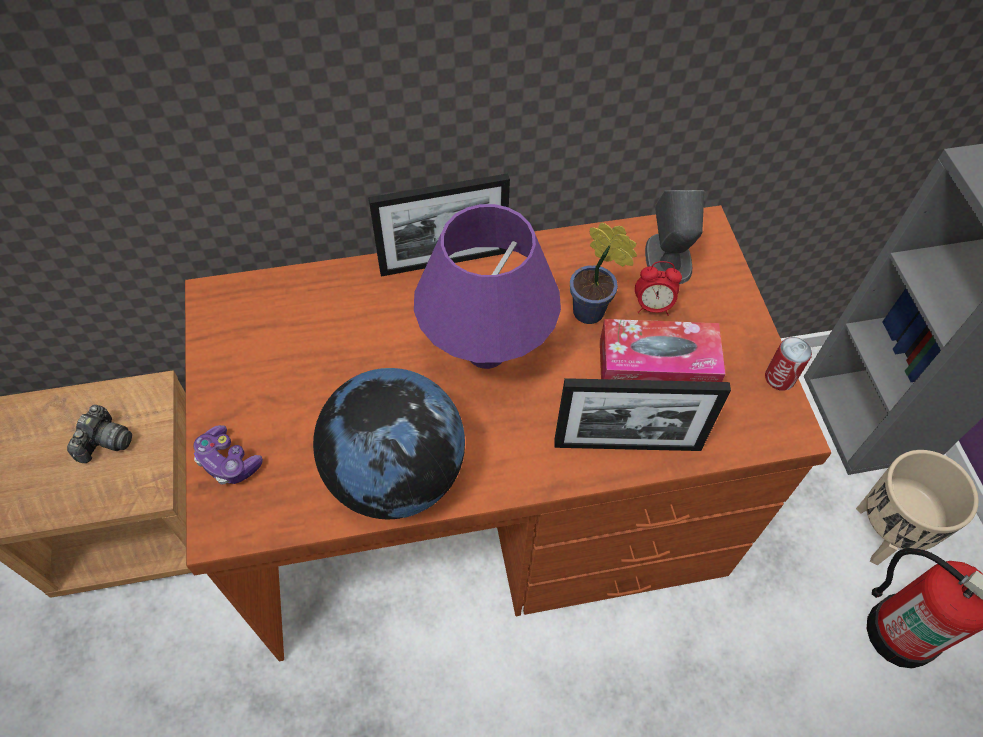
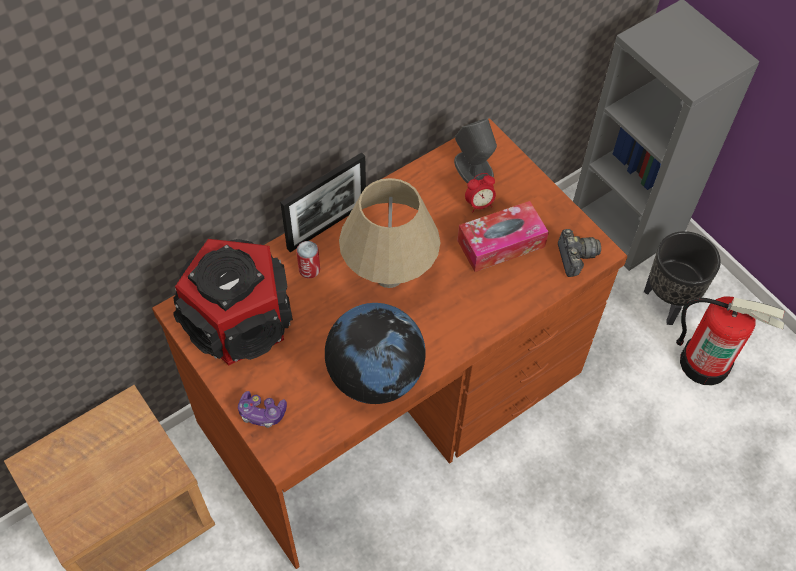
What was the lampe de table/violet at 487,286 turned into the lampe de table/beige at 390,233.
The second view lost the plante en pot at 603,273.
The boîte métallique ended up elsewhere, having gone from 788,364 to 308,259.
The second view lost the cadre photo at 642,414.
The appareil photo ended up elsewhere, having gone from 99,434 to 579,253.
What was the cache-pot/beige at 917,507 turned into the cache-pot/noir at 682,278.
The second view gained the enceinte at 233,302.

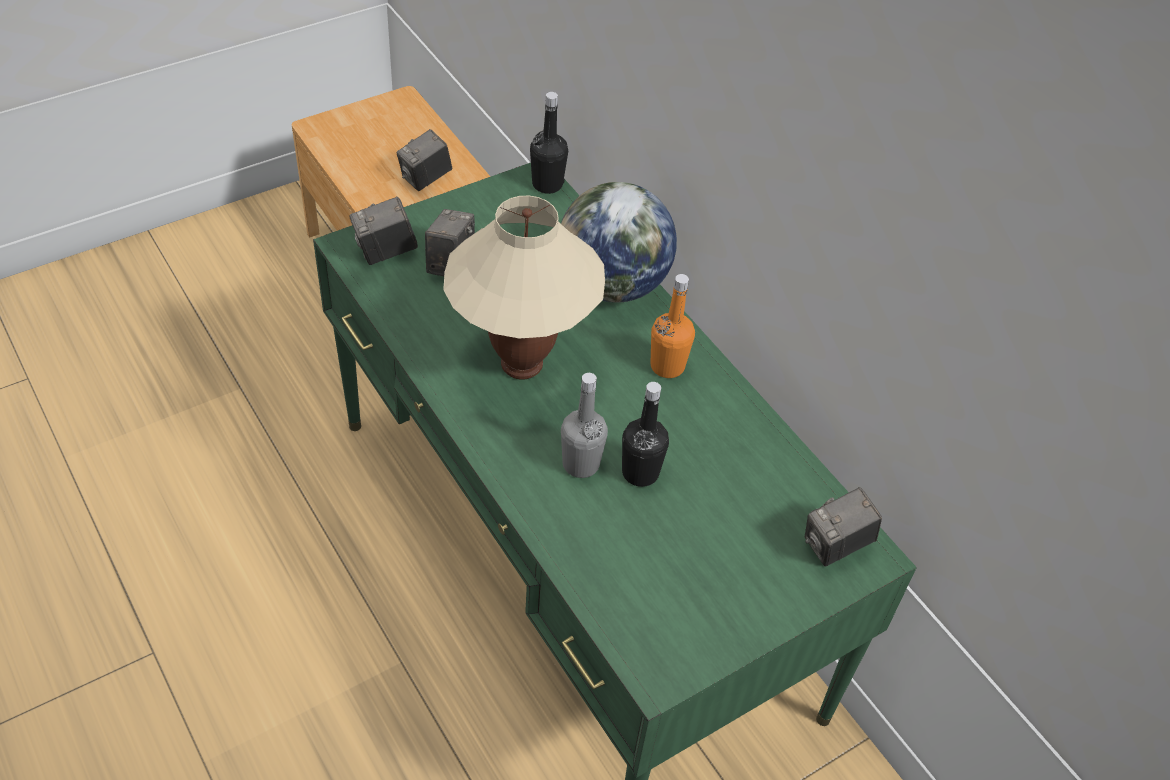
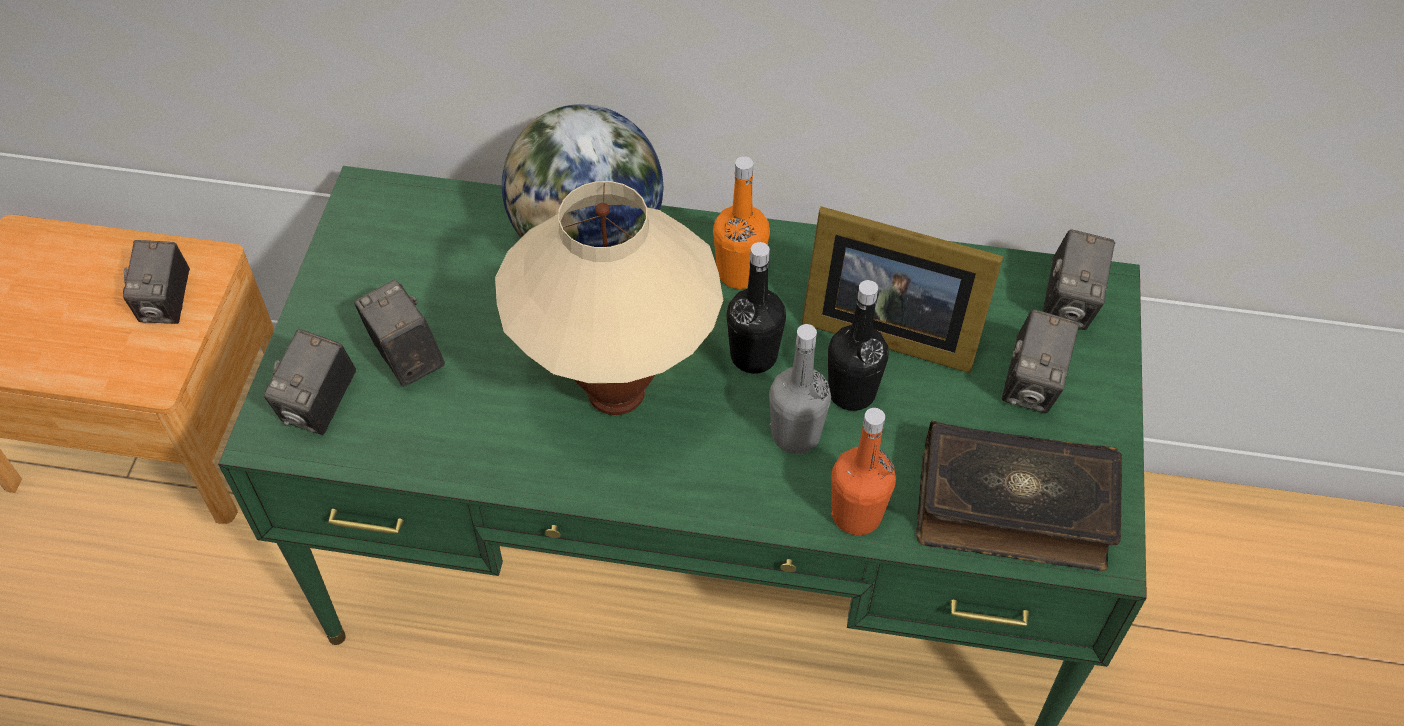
The bouteille/noir ended up elsewhere, having gone from 549,143 to 756,308.
The second view gained the cadre photo at 902,289.
The second view gained the appareil photo at 1041,361.
The second view gained the bouteille/orange at 863,471.
The second view gained the livre at 1019,495.

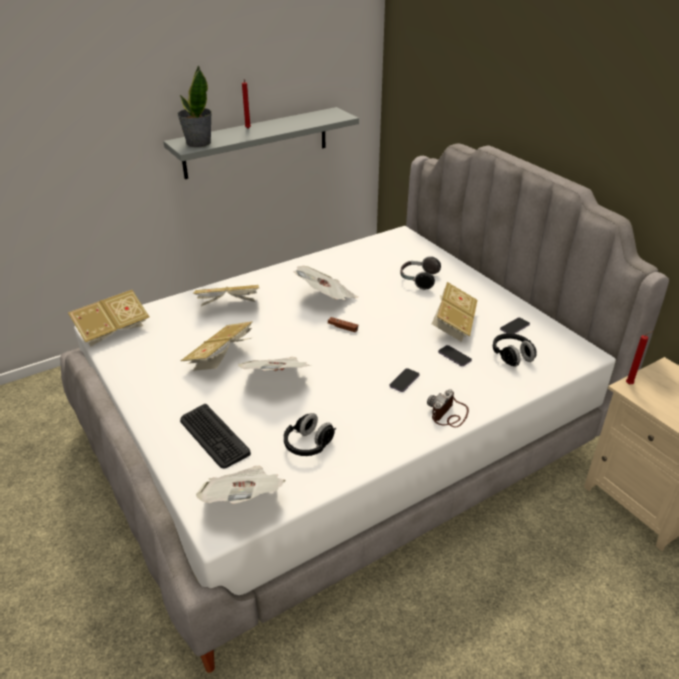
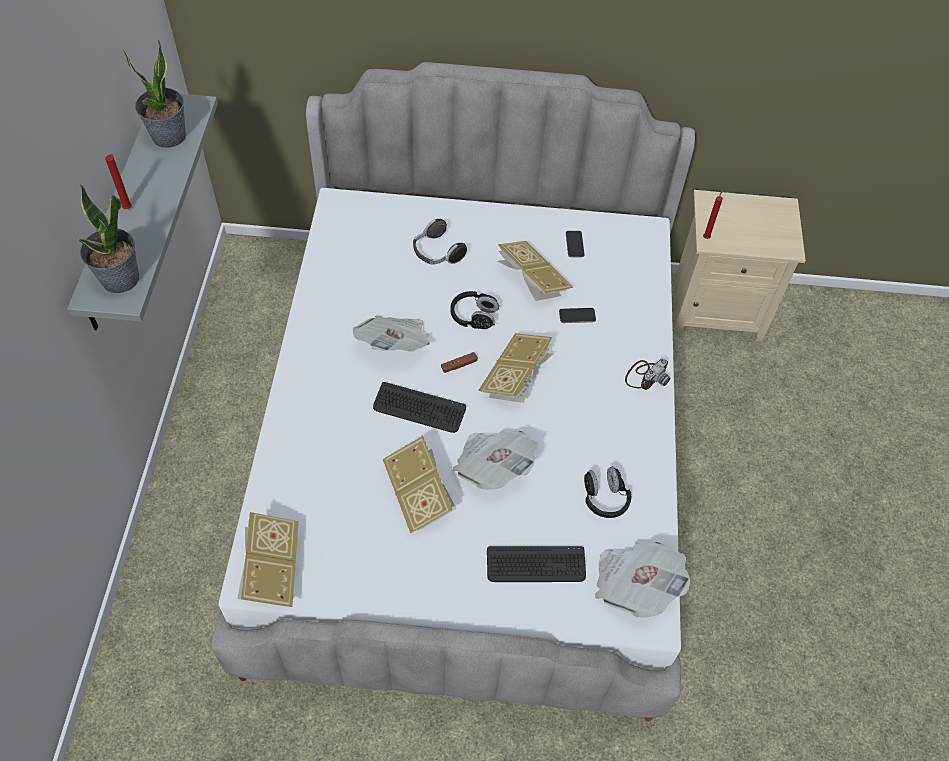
The livre ended up elsewhere, having gone from 226,296 to 515,368.
The casque audio/noir ended up elsewhere, having gone from 515,350 to 474,310.
The second view lost the téléphone at 404,380.
The appareil photo at 448,408 ended up facing another way, 120 degrees counterclockwise from before.
The second view gained the plante en pot at 154,94.
The second view gained the clavier at 419,407.

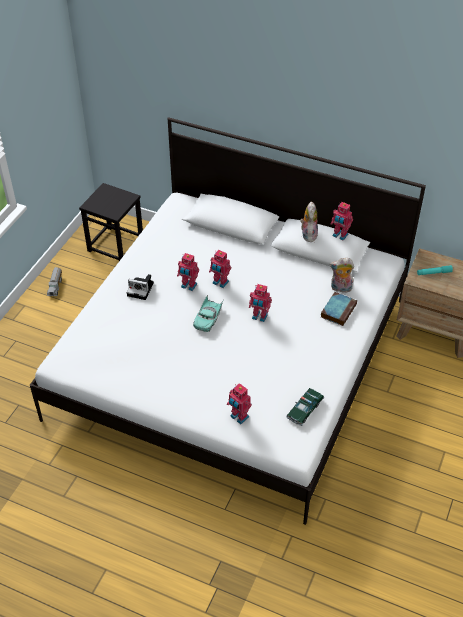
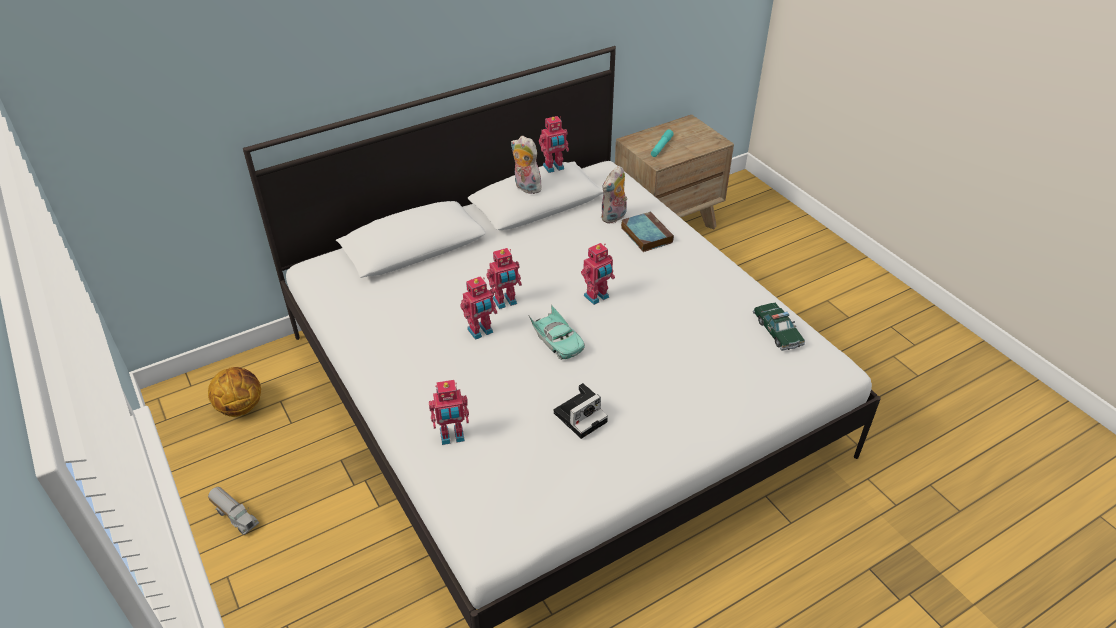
Where the tabouret/noir stood at 111,222, the ballon de basket came to stand at 234,392.
The appareil photo ended up elsewhere, having gone from 140,287 to 581,411.
The robot jouet ended up elsewhere, having gone from 239,403 to 449,412.

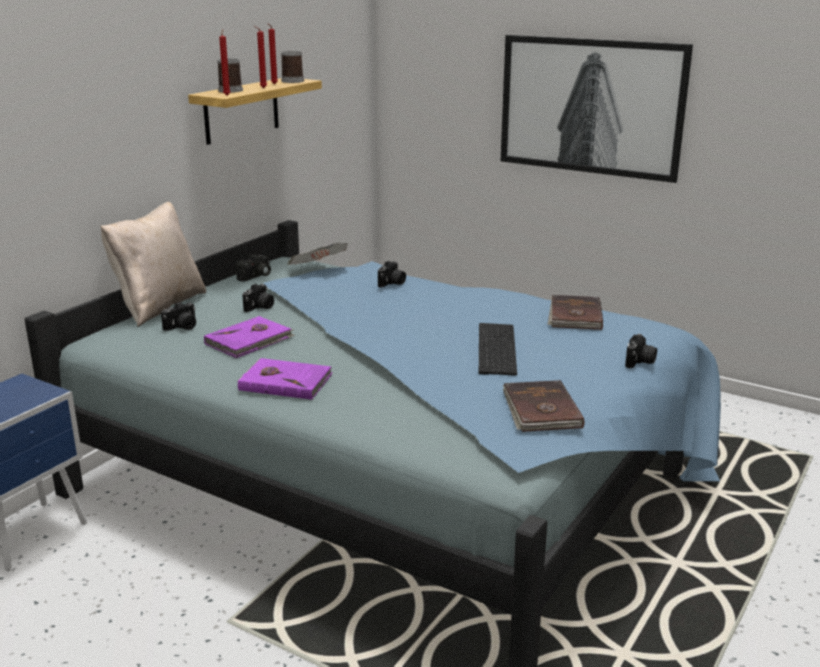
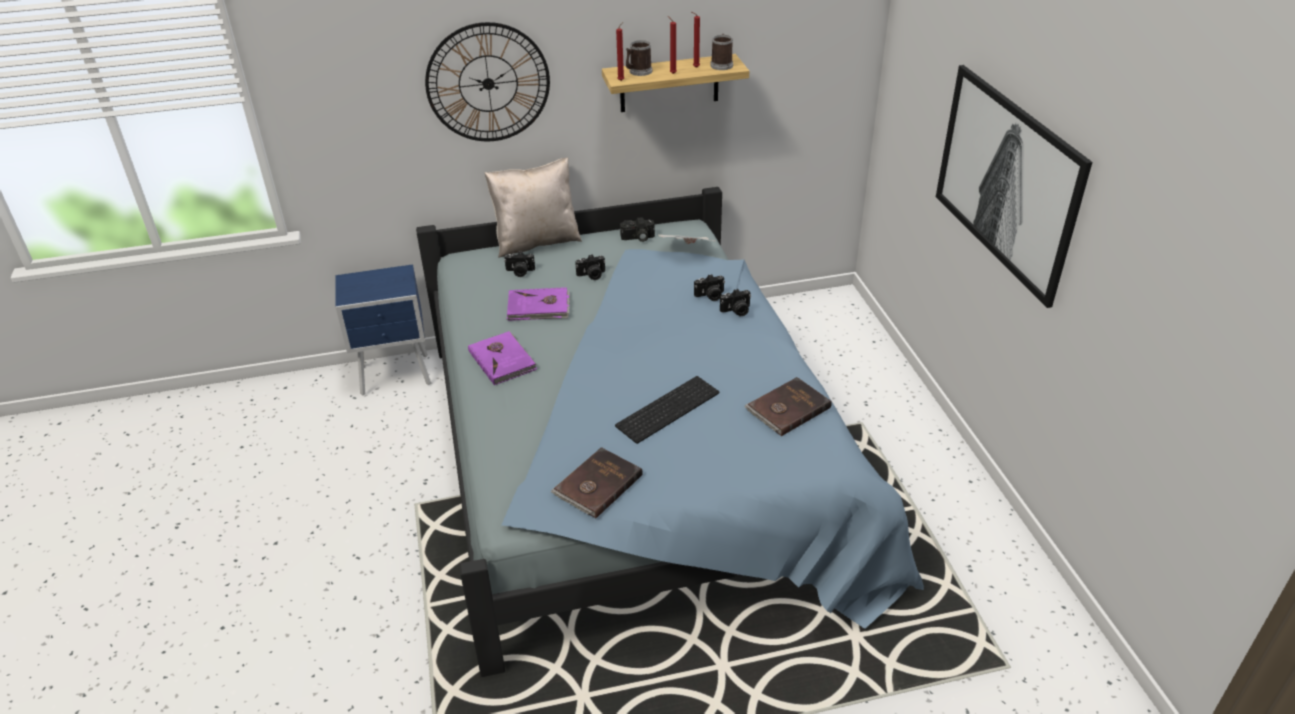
The appareil photo ended up elsewhere, having gone from 641,351 to 735,302.
The second view gained the horloge murale at 487,81.

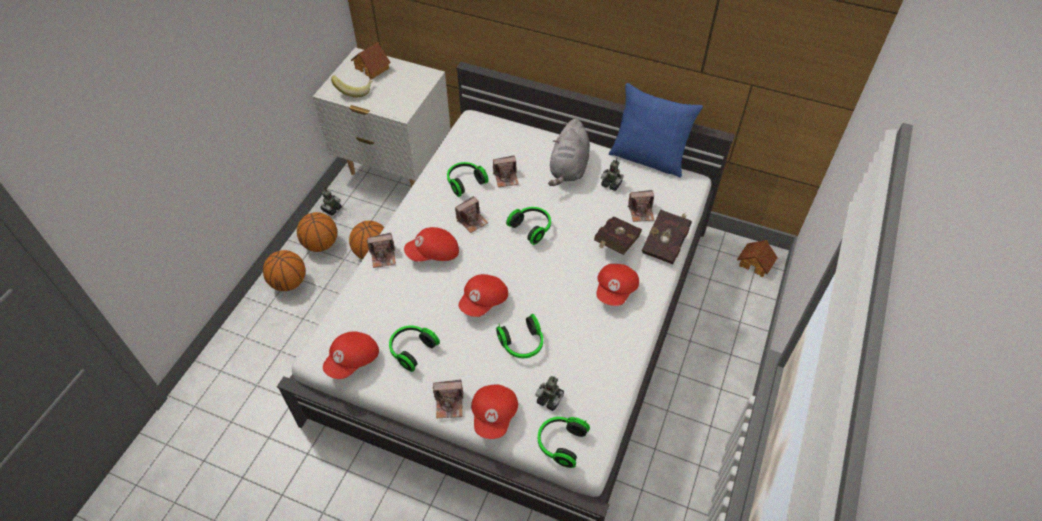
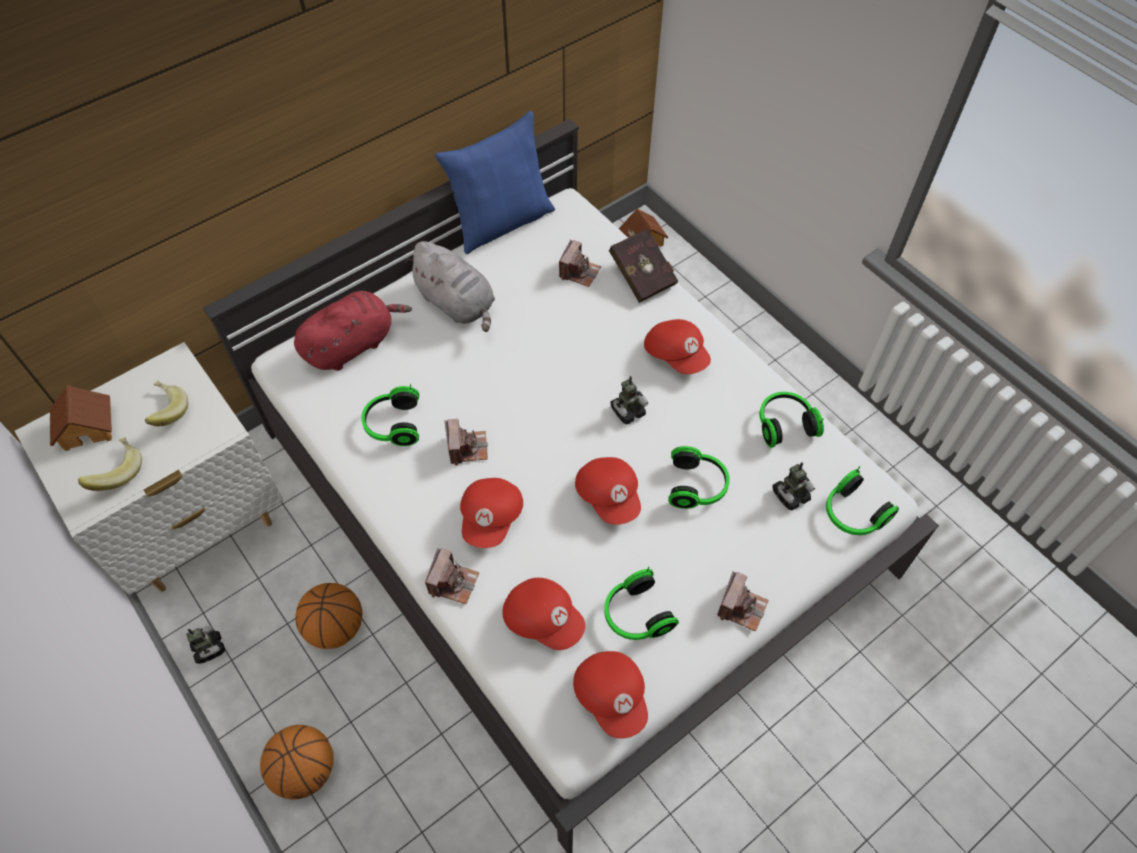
The second view lost the appareil photo at 506,171.
The robot jouet ended up elsewhere, having gone from 612,174 to 629,400.
The casque audio ended up elsewhere, having gone from 528,226 to 792,420.
The second view lost the ballon de basket at 317,232.
The second view lost the livre/rouge at 618,235.
The casquette/rouge ended up elsewhere, having gone from 494,411 to 543,614.
The second view gained the peluche/rouge at 353,331.
The second view gained the banane at 166,403.

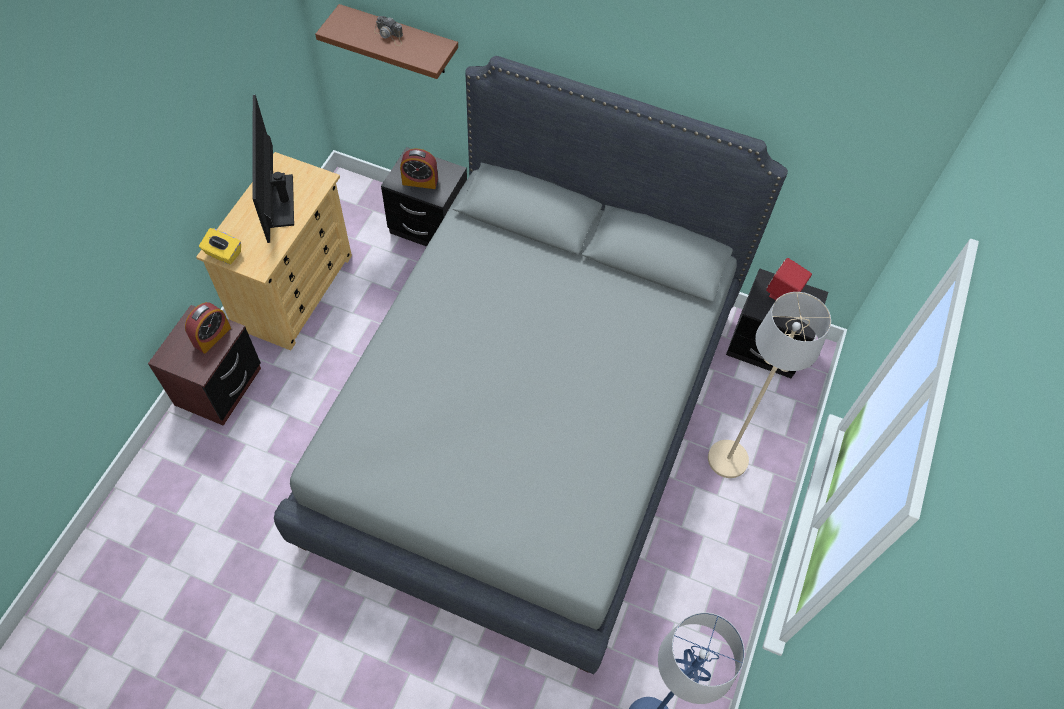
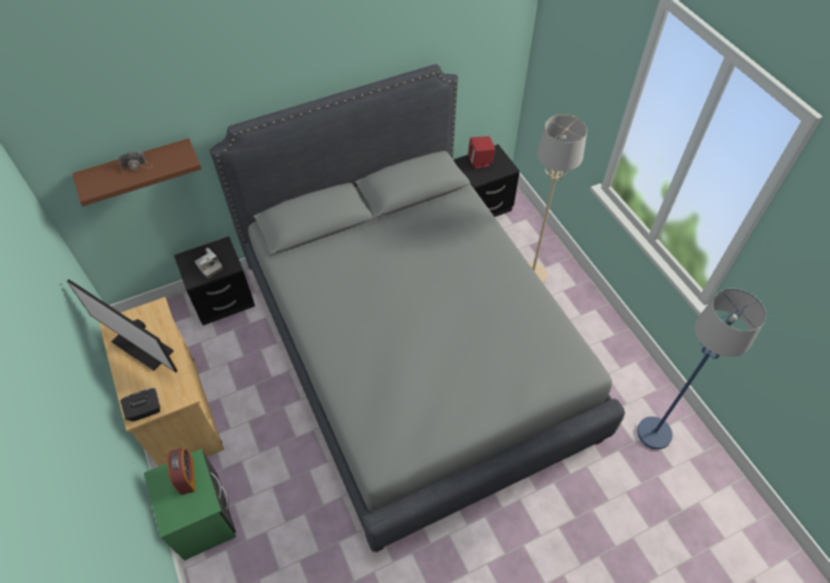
Where the réveil stood at 419,169, the appareil photo came to stand at 209,263.
What was the boîte à mouchoirs/jaune at 220,246 turned into the boîte à mouchoirs/noir at 140,405.
What was the table de chevet/marron at 204,365 turned into the table de chevet/vert at 190,505.

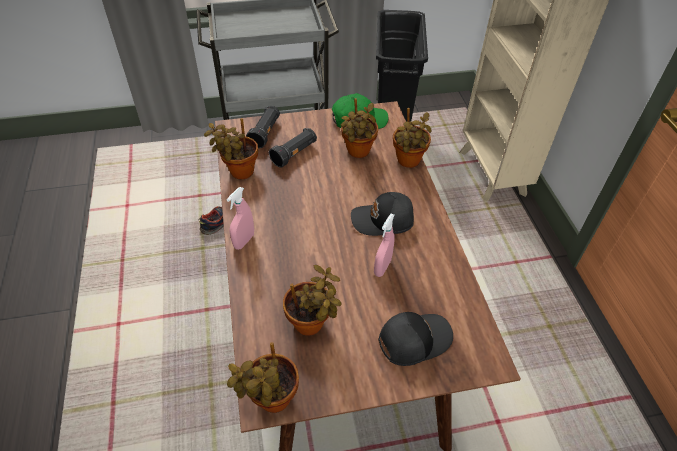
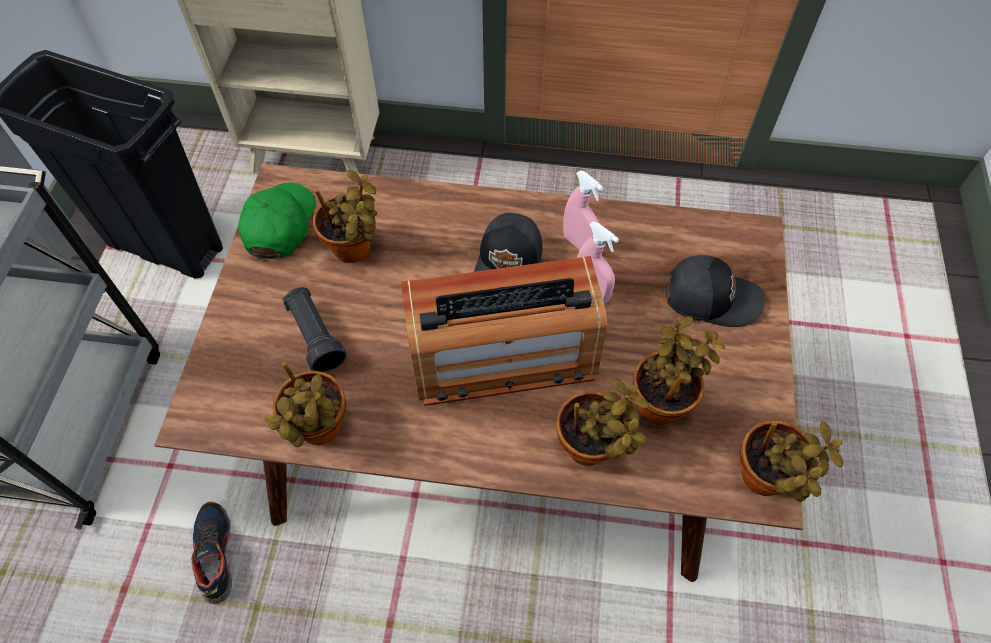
The second view lost the lampe de poche/noir at 263,127.
The plante en pot ended up elsewhere, having gone from 412,138 to 603,422.
The vaporisateur/rose ended up elsewhere, having gone from 240,218 to 583,210.
The casquette/noir at 415,339 ended up facing another way, 105 degrees clockwise from before.
The second view gained the radio at 504,331.

